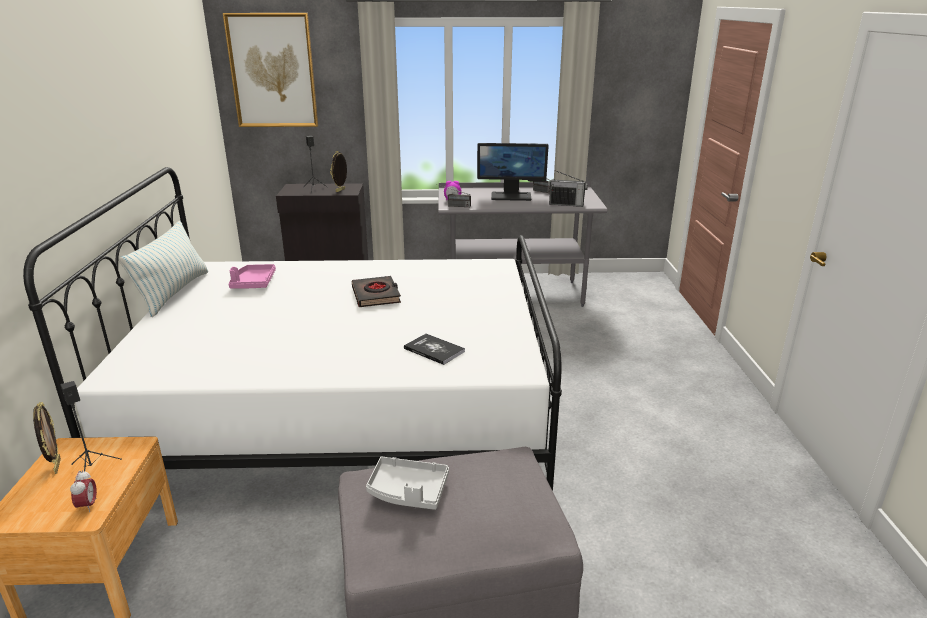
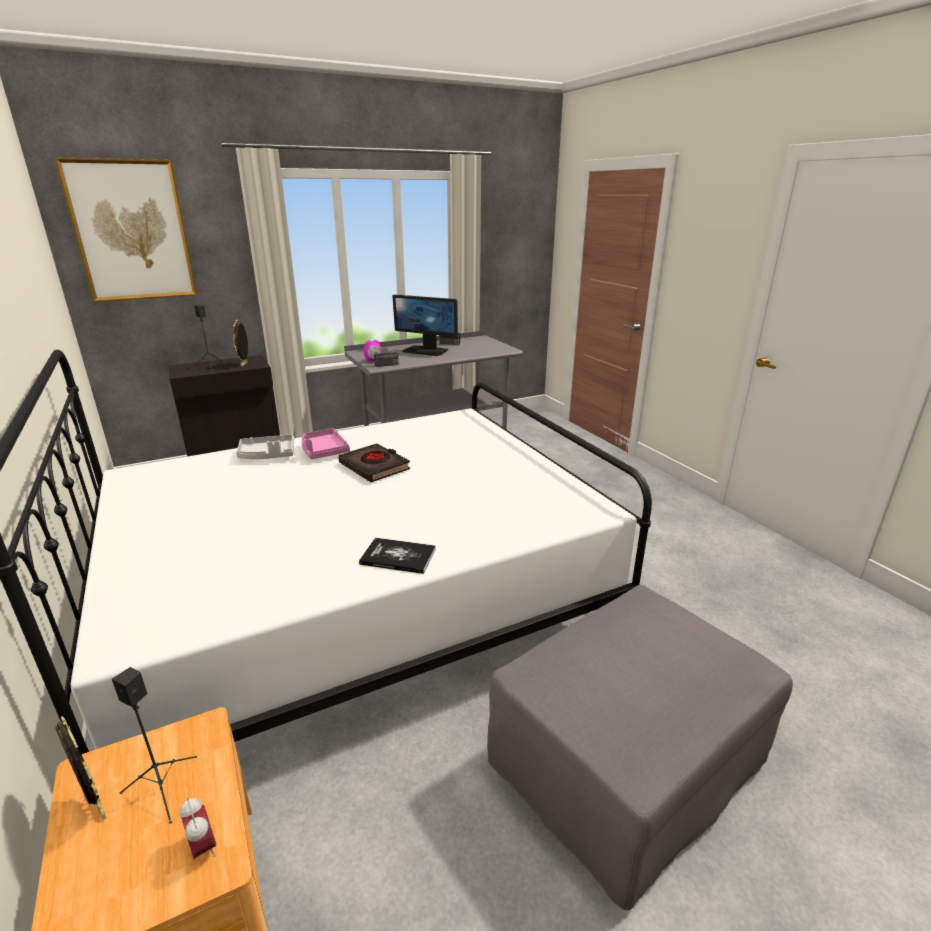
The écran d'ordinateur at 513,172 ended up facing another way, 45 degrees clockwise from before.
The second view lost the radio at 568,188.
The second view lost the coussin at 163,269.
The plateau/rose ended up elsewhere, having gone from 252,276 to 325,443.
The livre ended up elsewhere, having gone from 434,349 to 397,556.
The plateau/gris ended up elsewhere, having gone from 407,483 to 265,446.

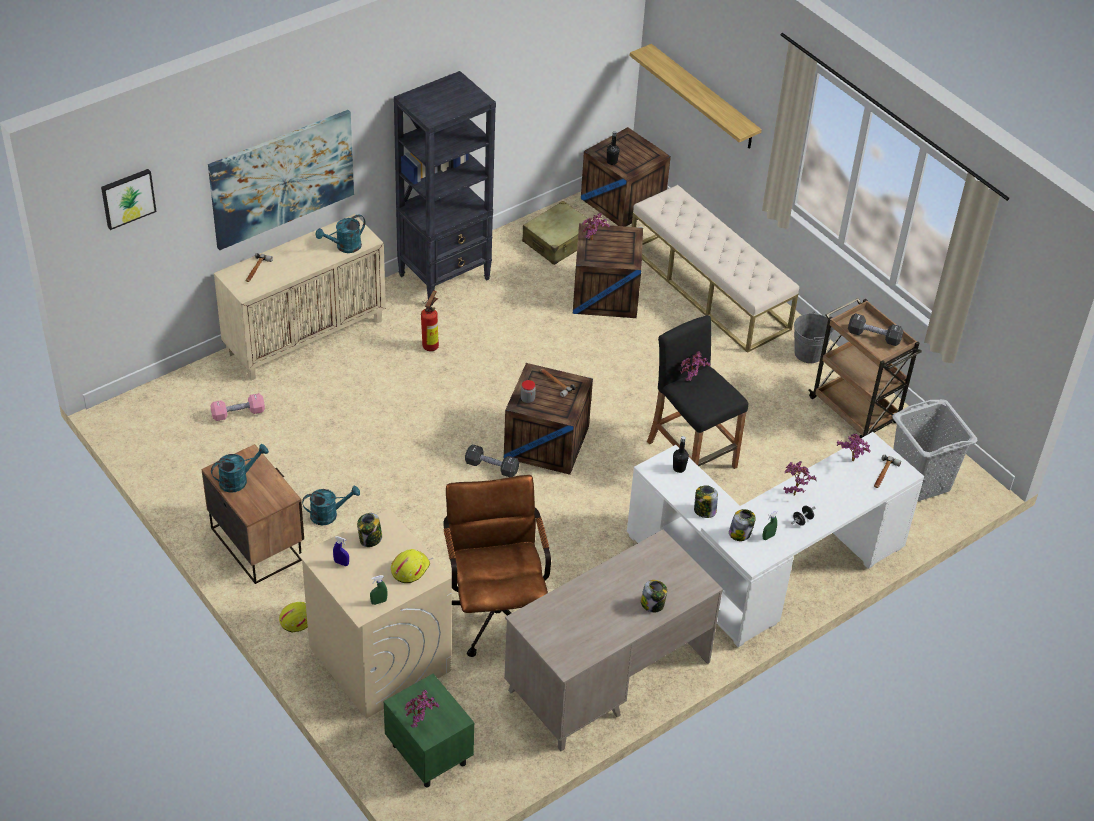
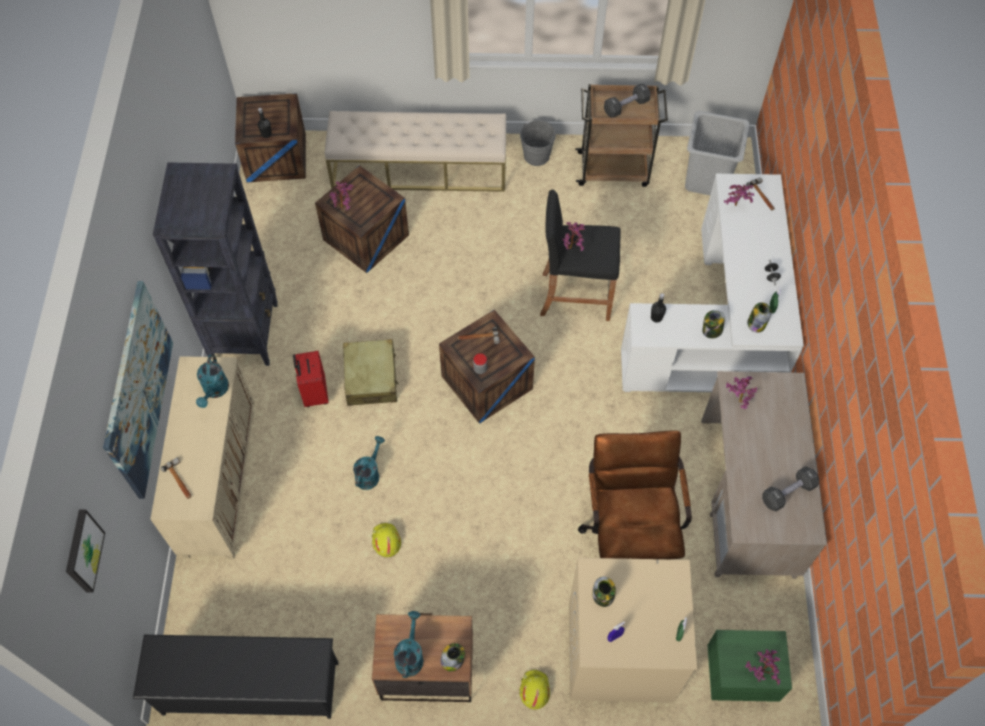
The second view lost the étagère at 696,96.
The valise/beige ended up elsewhere, having gone from 557,233 to 370,372.
Where the extincteur stood at 430,321, the valise/rouge came to stand at 311,379.
The second view lost the haltère/rose at 237,407.
The haltère/noir ended up elsewhere, having gone from 492,461 to 790,489.
The plante en pot ended up elsewhere, having gone from 800,478 to 741,392.
The chaise de bureau/marron at 497,566 ended up facing another way, 60 degrees clockwise from before.
The arrosoir/turquoise ended up elsewhere, having gone from 331,506 to 369,463.
The casque de chantier/jaune ended up elsewhere, having gone from 410,566 to 386,540.
The bocal ended up elsewhere, having gone from 654,596 to 452,657.
The second view gained the étagère à chaussures/noir at 236,677.

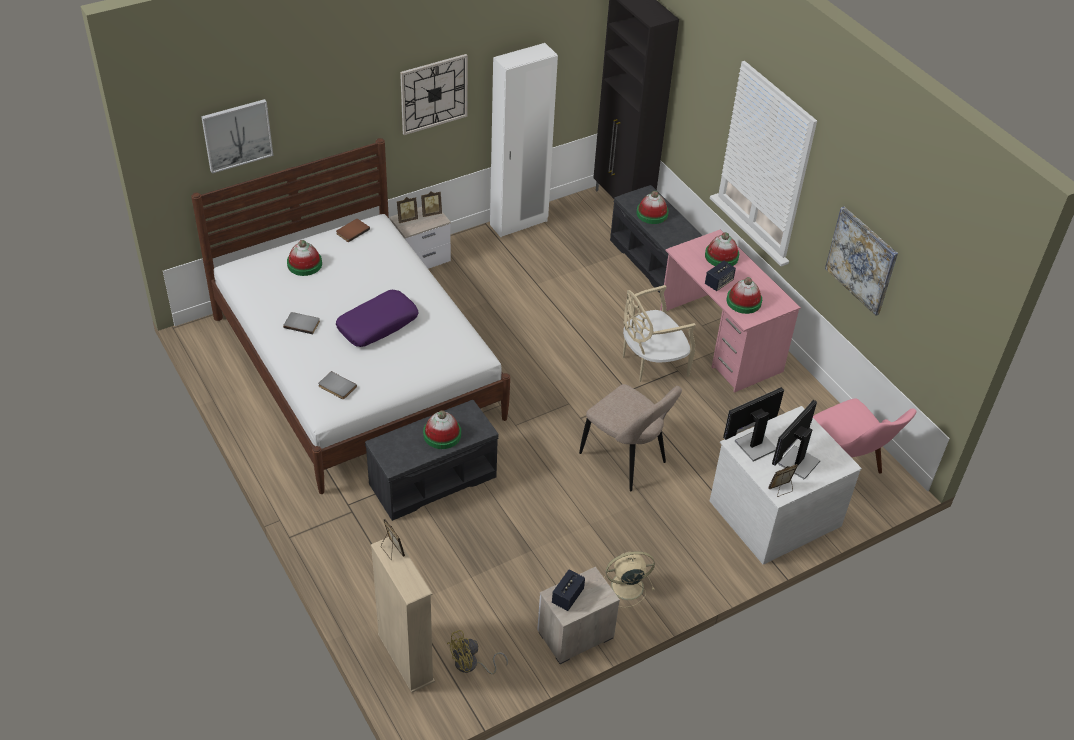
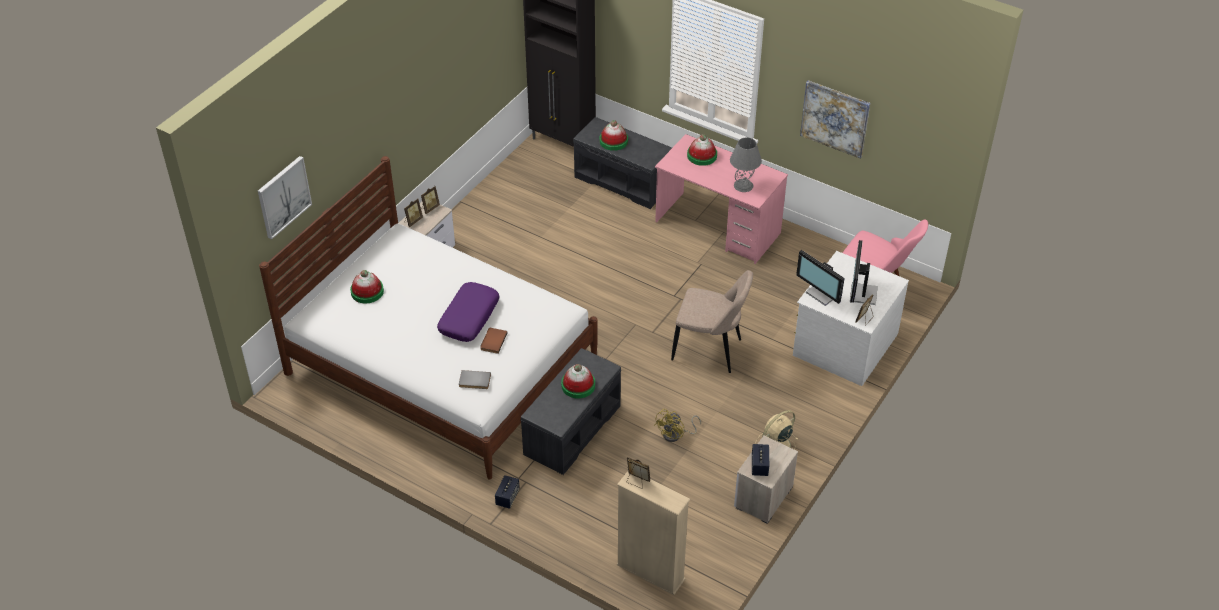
The second view lost the armoire/blanc at 524,140.
The second view lost the horloge murale at 434,94.
The livre/marron ended up elsewhere, having gone from 353,231 to 494,341.
The enceinte ended up elsewhere, having gone from 720,276 to 507,492.
Where the chapeau stood at 744,295, the lampe de table/gris came to stand at 746,164.
The second view lost the chaise/beige at 659,333.
The second view lost the livre/gris at 301,323.
The écran d'ordinateur at 753,424 ended up facing another way, 75 degrees counterclockwise from before.
The ventilateur/jaune ended up elsewhere, having gone from 477,652 to 677,425.

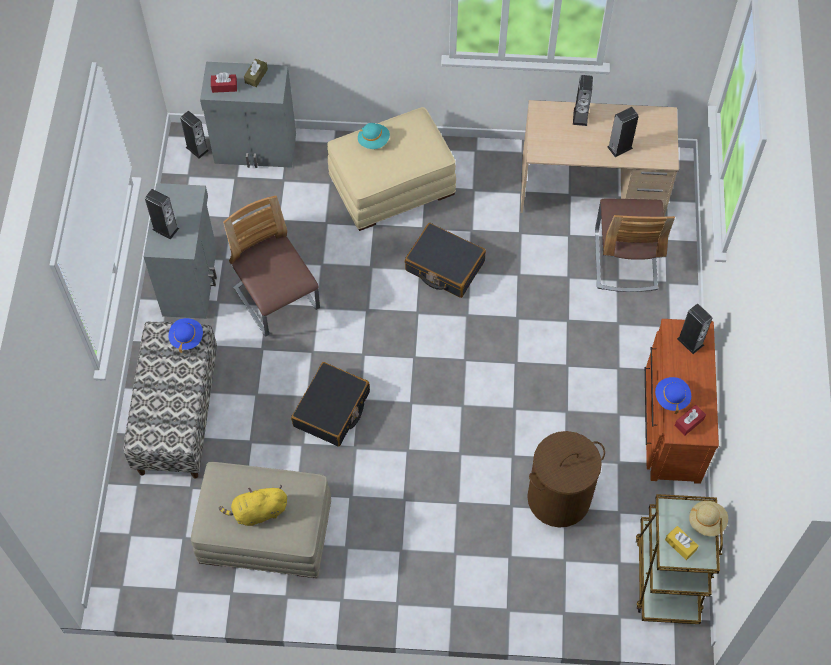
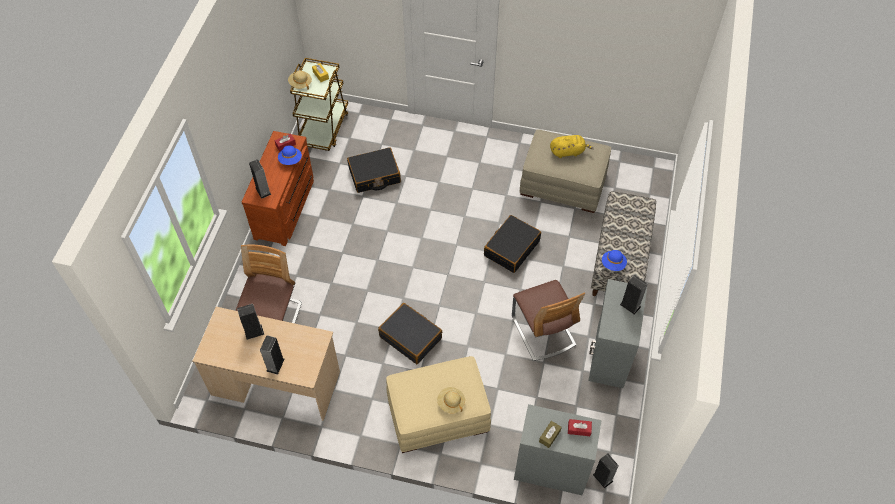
What was the chapeau/turquoise at 374,136 turned into the chapeau/beige at 451,400.
Where the panier à linge/marron stood at 566,479, the valise/noir came to stand at 374,170.

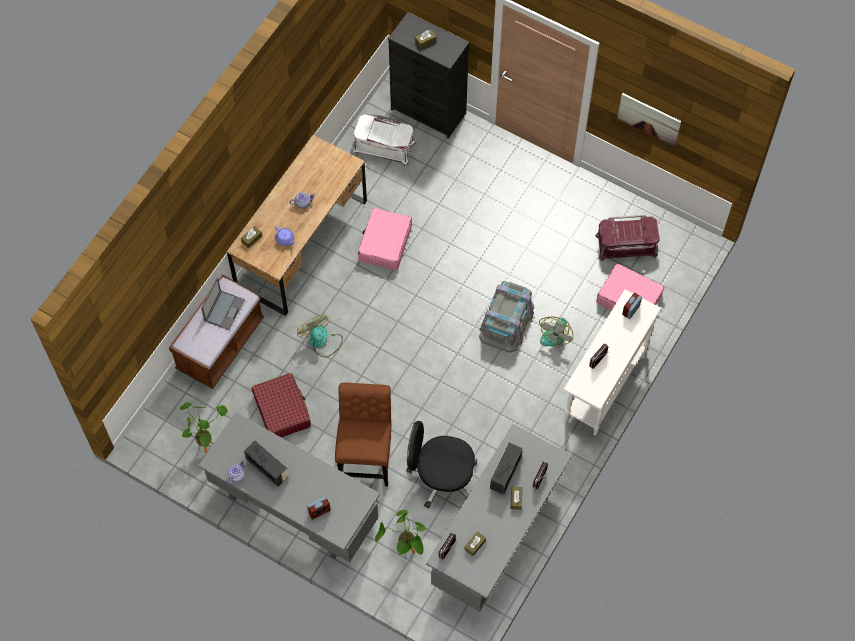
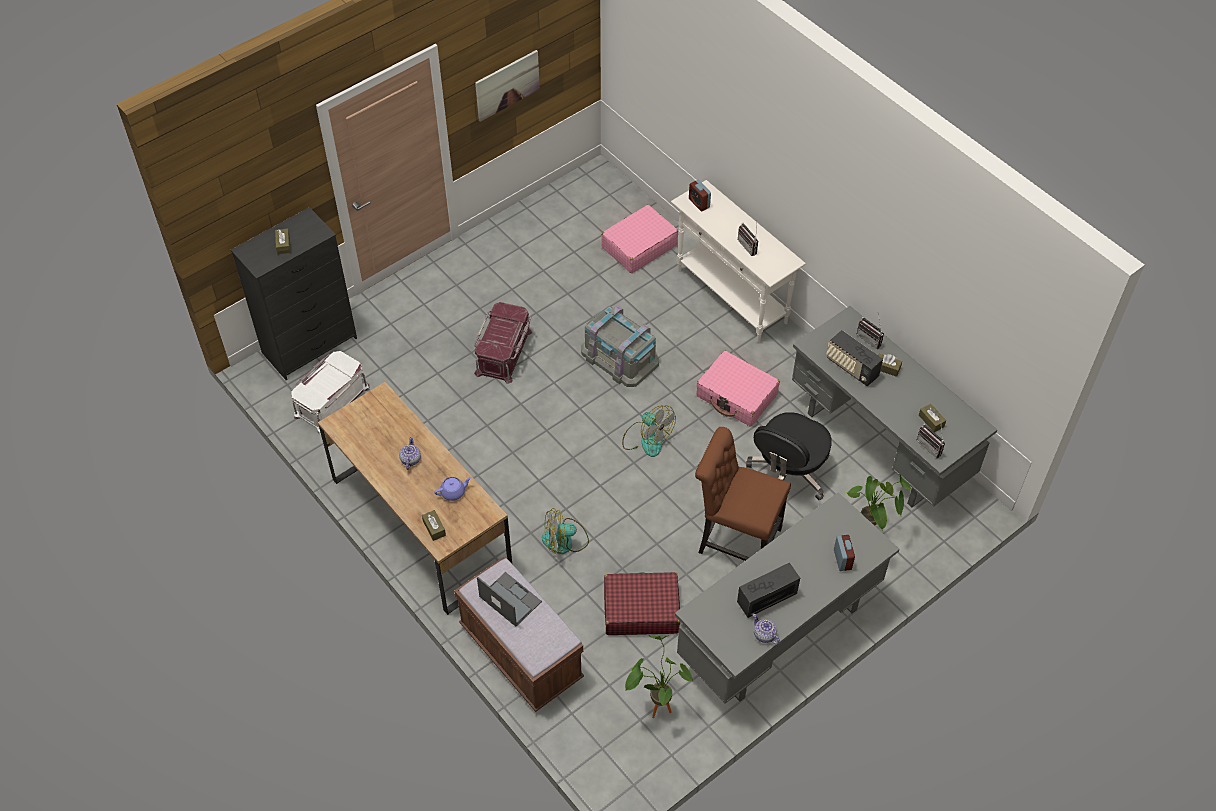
The valise/rose ended up elsewhere, having gone from 385,239 to 738,389.
The boîte de rangement/rouge ended up elsewhere, having gone from 627,238 to 503,343.
The ventilateur ended up elsewhere, having gone from 556,331 to 649,431.

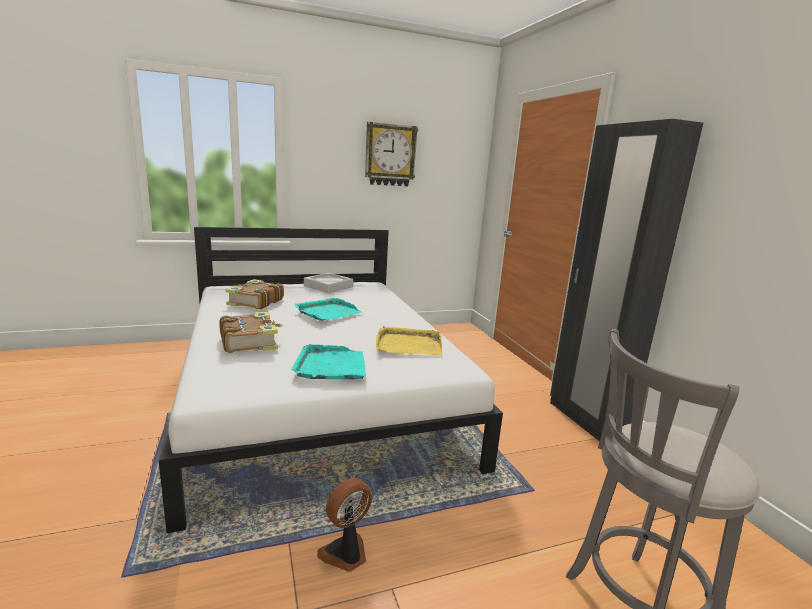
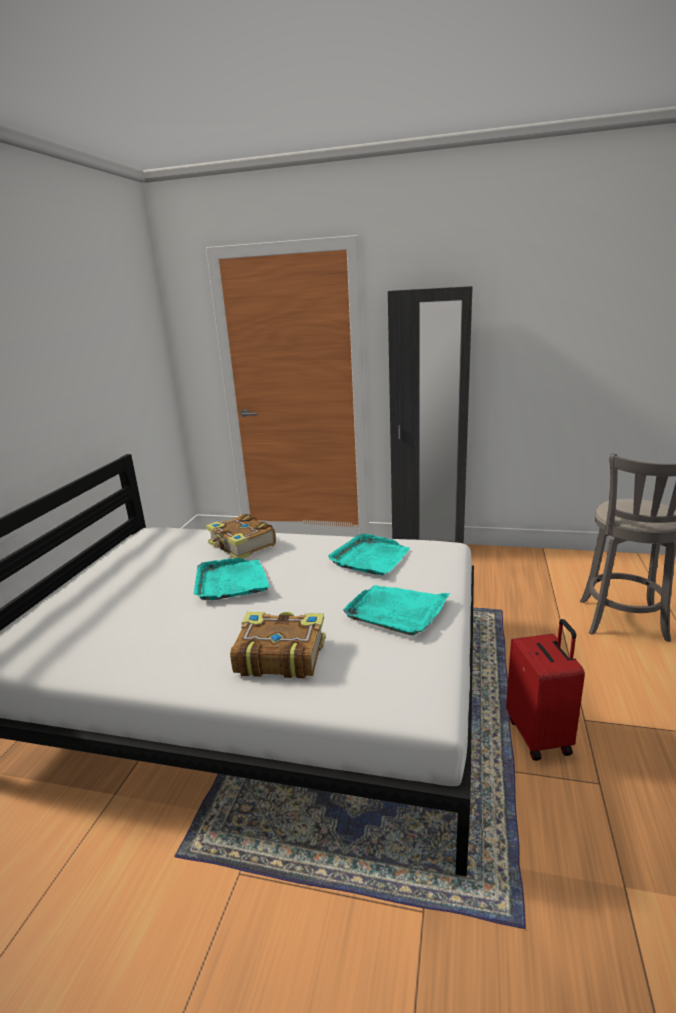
The second view lost the horloge murale at 391,154.
The second view lost the plateau/gris at 328,283.
The livre ended up elsewhere, having gone from 254,294 to 241,536.
What was the plateau/jaune at 409,340 turned into the plateau/turquoise at 369,554.
Where the ventilateur stood at 344,525, the valise/rouge came to stand at 545,690.

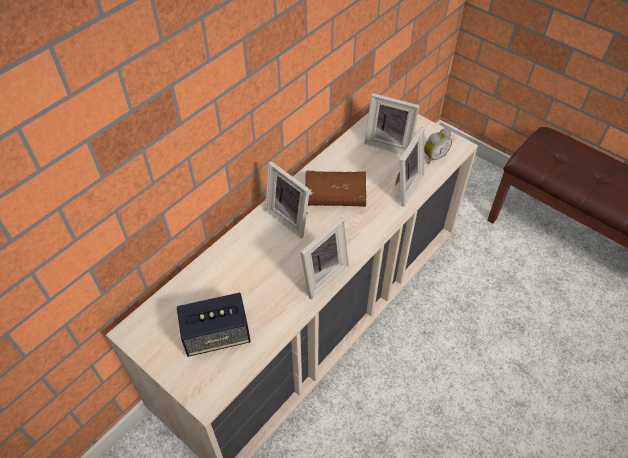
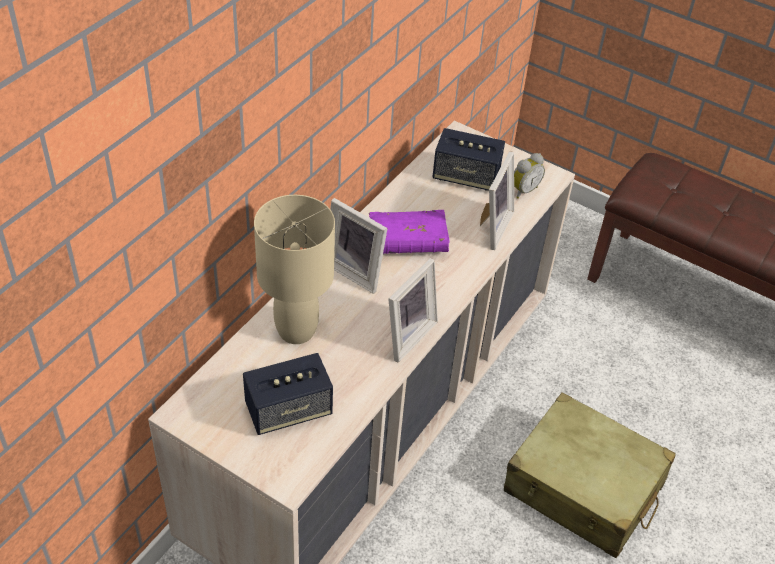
Where the cadre photo stood at 392,124, the enceinte came to stand at 468,159.
What was the livre/marron at 335,189 turned into the livre/violet at 409,232.
The second view gained the lampe de table/beige at 294,269.
The second view gained the valise/beige at 590,475.

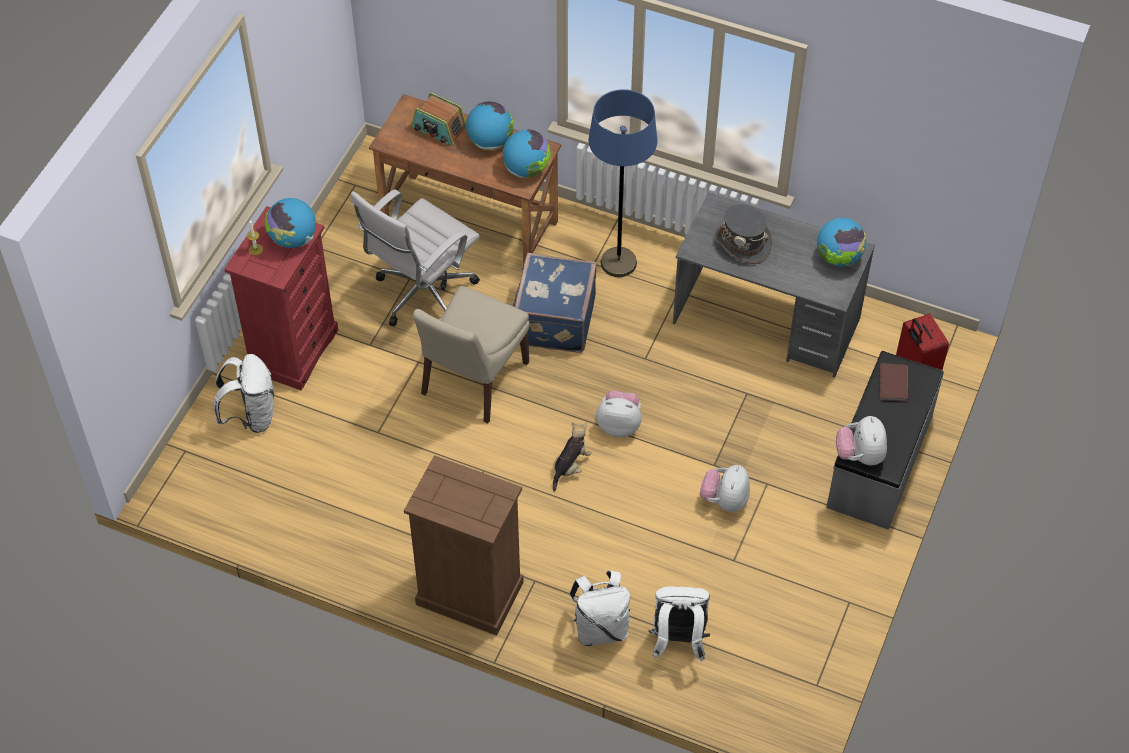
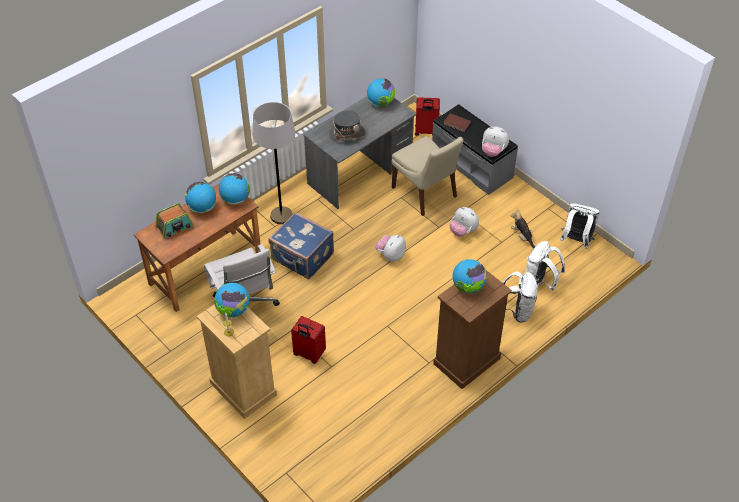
What was the lampadaire/bleu at 623,183 turned into the lampadaire/gris at 274,163.
What was the commode/rouge at 281,298 turned into the commode/beige at 237,361.
The chaise/beige ended up elsewhere, having gone from 471,354 to 427,176.
The sac à dos/blanc ended up elsewhere, having gone from 244,393 to 579,226.
The peluche ended up elsewhere, having gone from 572,457 to 522,228.
The second view gained the globe at 470,276.
The second view gained the valise/rouge at 308,340.

